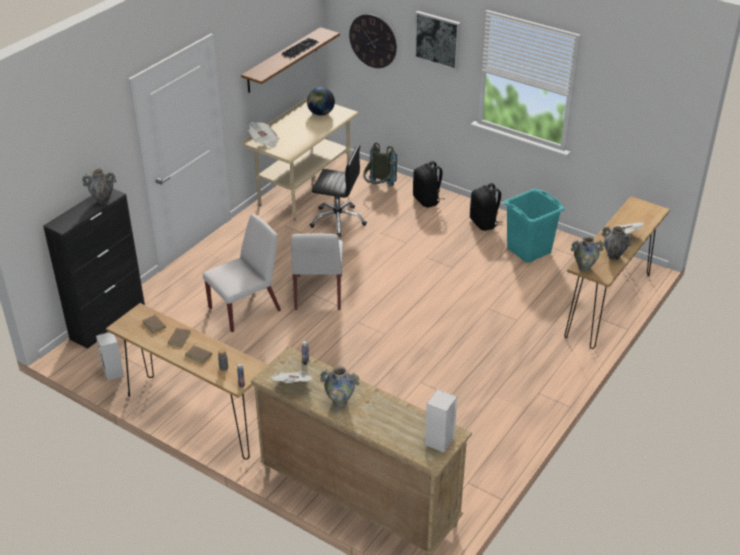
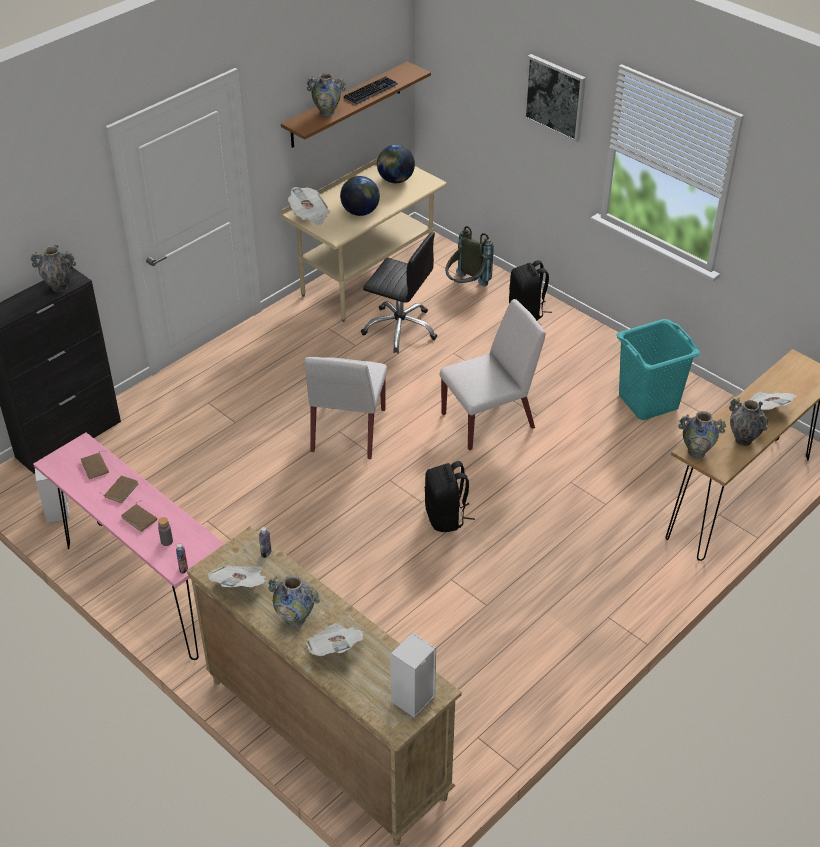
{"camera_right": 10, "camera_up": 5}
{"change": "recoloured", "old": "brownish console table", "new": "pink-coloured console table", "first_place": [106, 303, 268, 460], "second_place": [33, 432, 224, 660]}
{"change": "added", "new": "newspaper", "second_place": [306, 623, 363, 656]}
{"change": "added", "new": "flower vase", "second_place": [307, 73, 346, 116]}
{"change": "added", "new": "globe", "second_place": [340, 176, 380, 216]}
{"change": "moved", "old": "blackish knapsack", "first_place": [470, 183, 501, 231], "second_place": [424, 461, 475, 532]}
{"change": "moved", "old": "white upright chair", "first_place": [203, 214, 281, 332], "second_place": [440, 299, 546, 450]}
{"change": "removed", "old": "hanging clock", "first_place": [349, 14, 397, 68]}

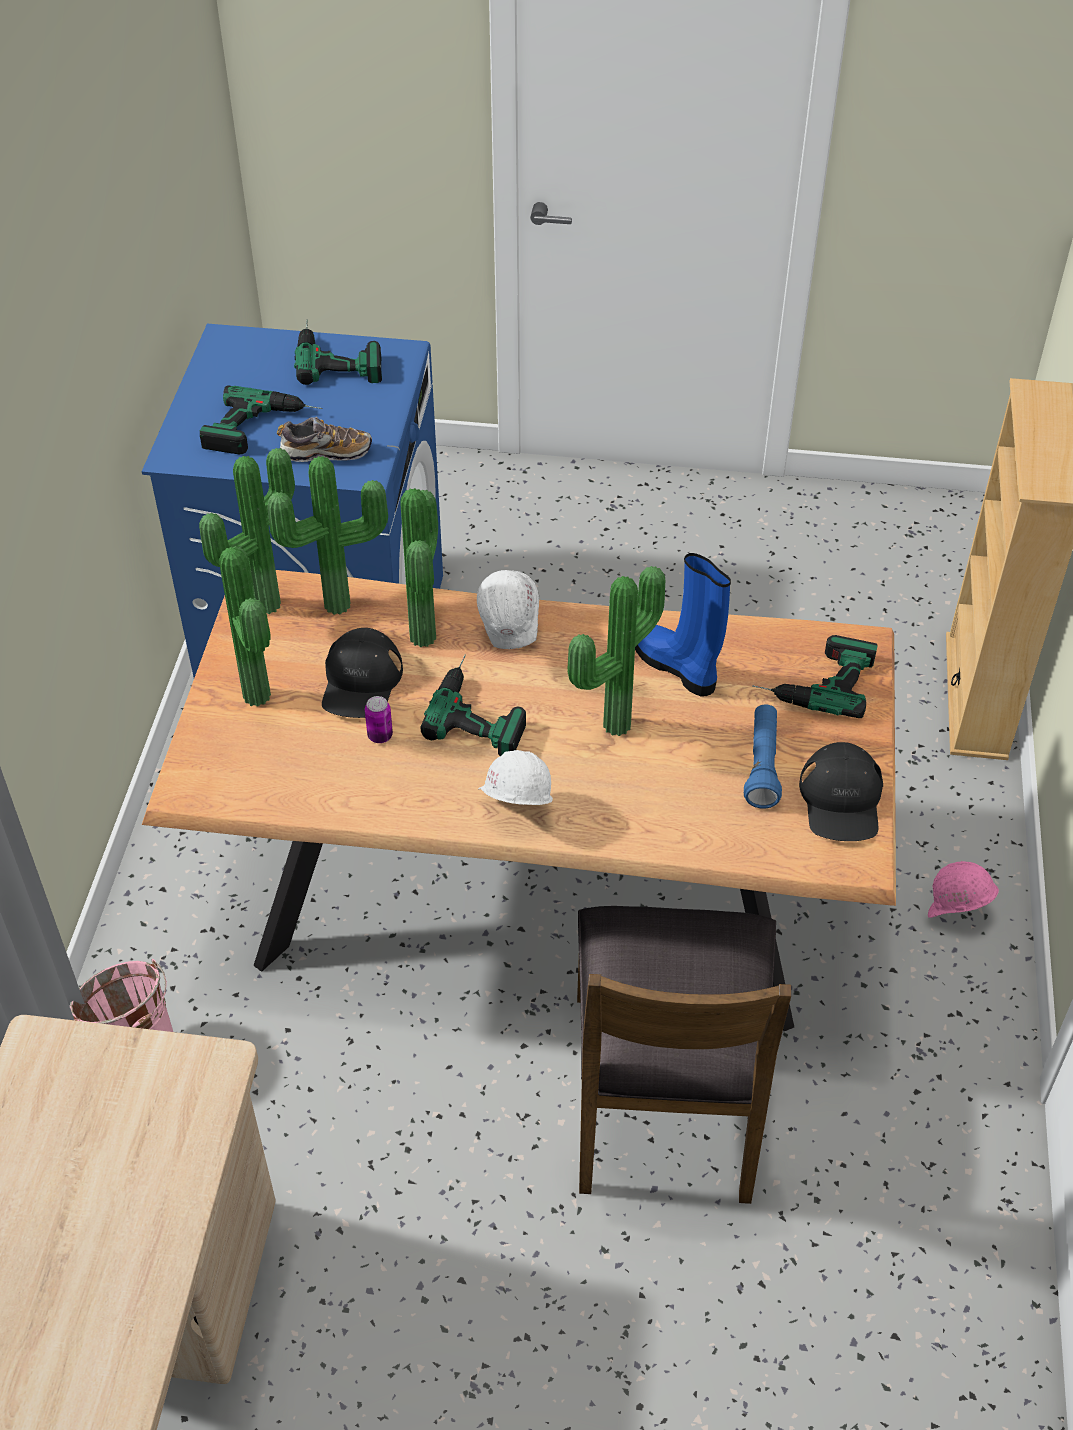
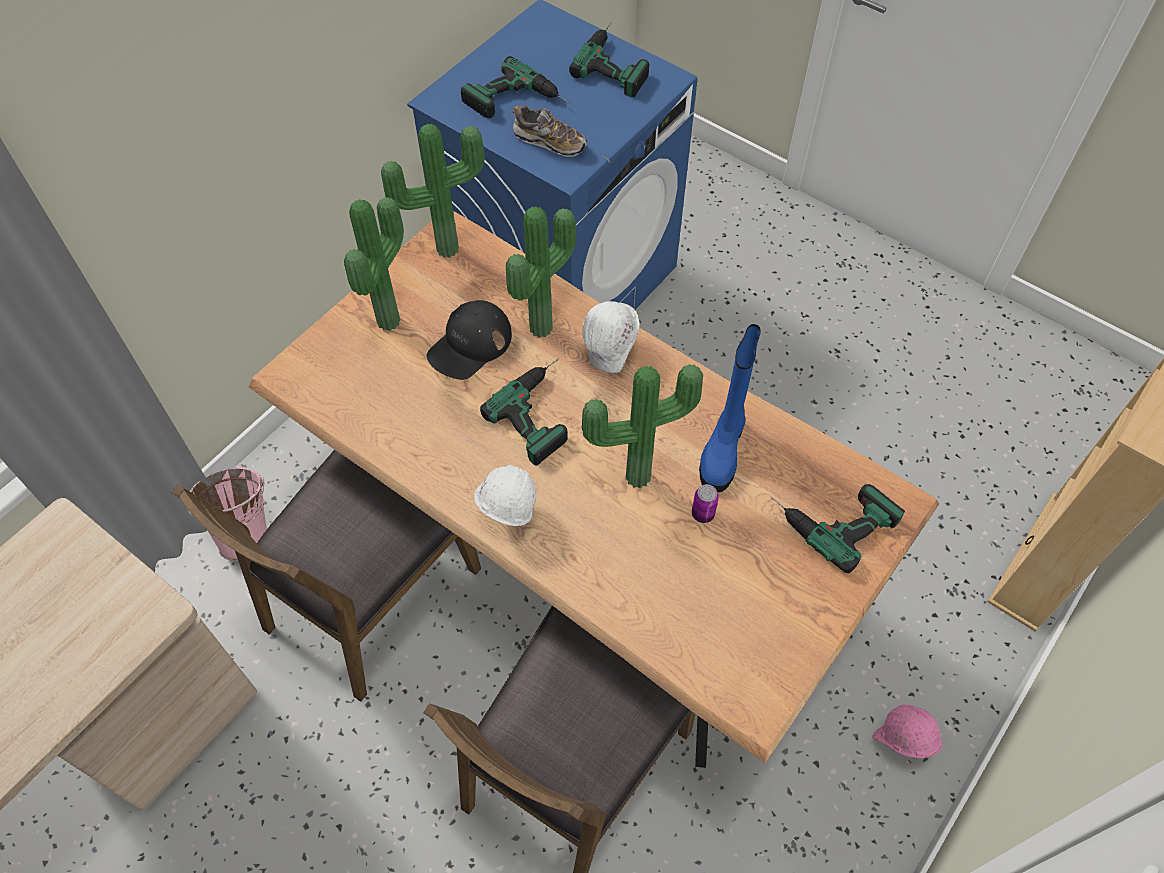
{"camera_right": 30, "camera_up": 10}
{"change": "added", "new": "brownish upright chair", "second_place": [171, 450, 481, 702]}
{"change": "moved", "old": "can", "first_place": [365, 696, 393, 743], "second_place": [692, 484, 719, 523]}
{"change": "turned", "old": "blue-coloured high-top boot", "first_place": [635, 553, 731, 696], "second_place": [699, 324, 761, 492], "degrees": -150}
{"change": "removed", "old": "plant in a pot", "first_place": [267, 456, 388, 615]}
{"change": "removed", "old": "blue-coloured flashlight", "first_place": [744, 705, 782, 809]}
{"change": "removed", "old": "blackish cap", "first_place": [799, 742, 883, 841]}

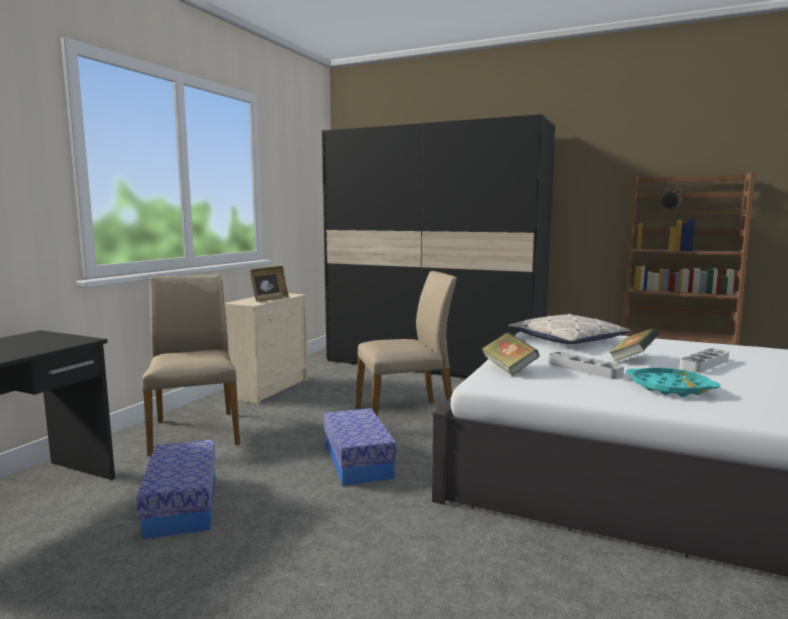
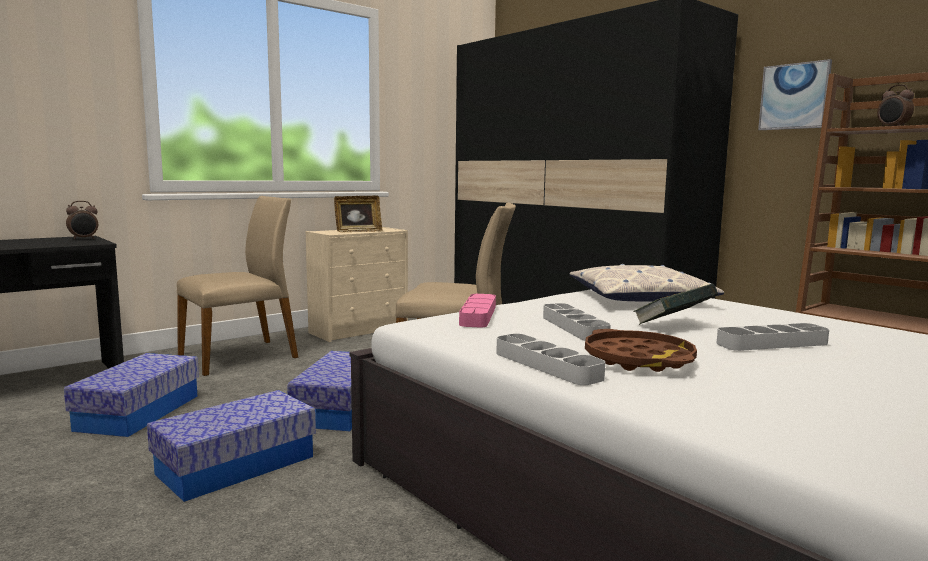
{"camera_right": 25, "camera_up": 0}
{"change": "added", "new": "alarm clock", "second_place": [66, 201, 98, 240]}
{"change": "added", "new": "storage bin", "second_place": [147, 390, 316, 502]}
{"change": "turned", "old": "beige upright chair", "first_place": [142, 274, 240, 456], "second_place": [177, 196, 298, 376], "degrees": 45}
{"change": "replaced", "old": "bound book", "new": "pink-coloured carrying tray", "first_place": [482, 332, 539, 376], "second_place": [459, 294, 496, 328]}
{"change": "added", "new": "grey carrying tray", "second_place": [496, 334, 605, 385]}
{"change": "recoloured", "old": "turquoise-coloured carrying tray", "new": "brownish carrying tray", "first_place": [626, 368, 721, 397], "second_place": [585, 329, 697, 372]}
{"change": "added", "new": "picture", "second_place": [758, 59, 832, 130]}

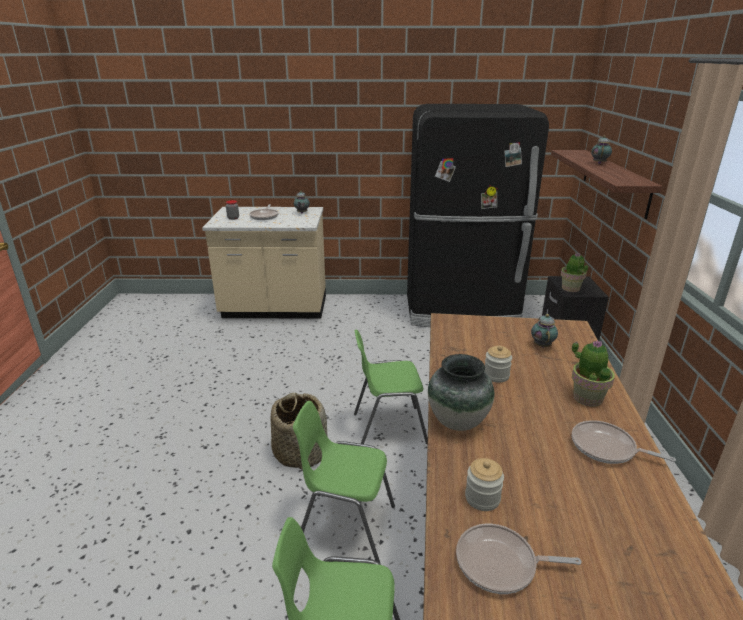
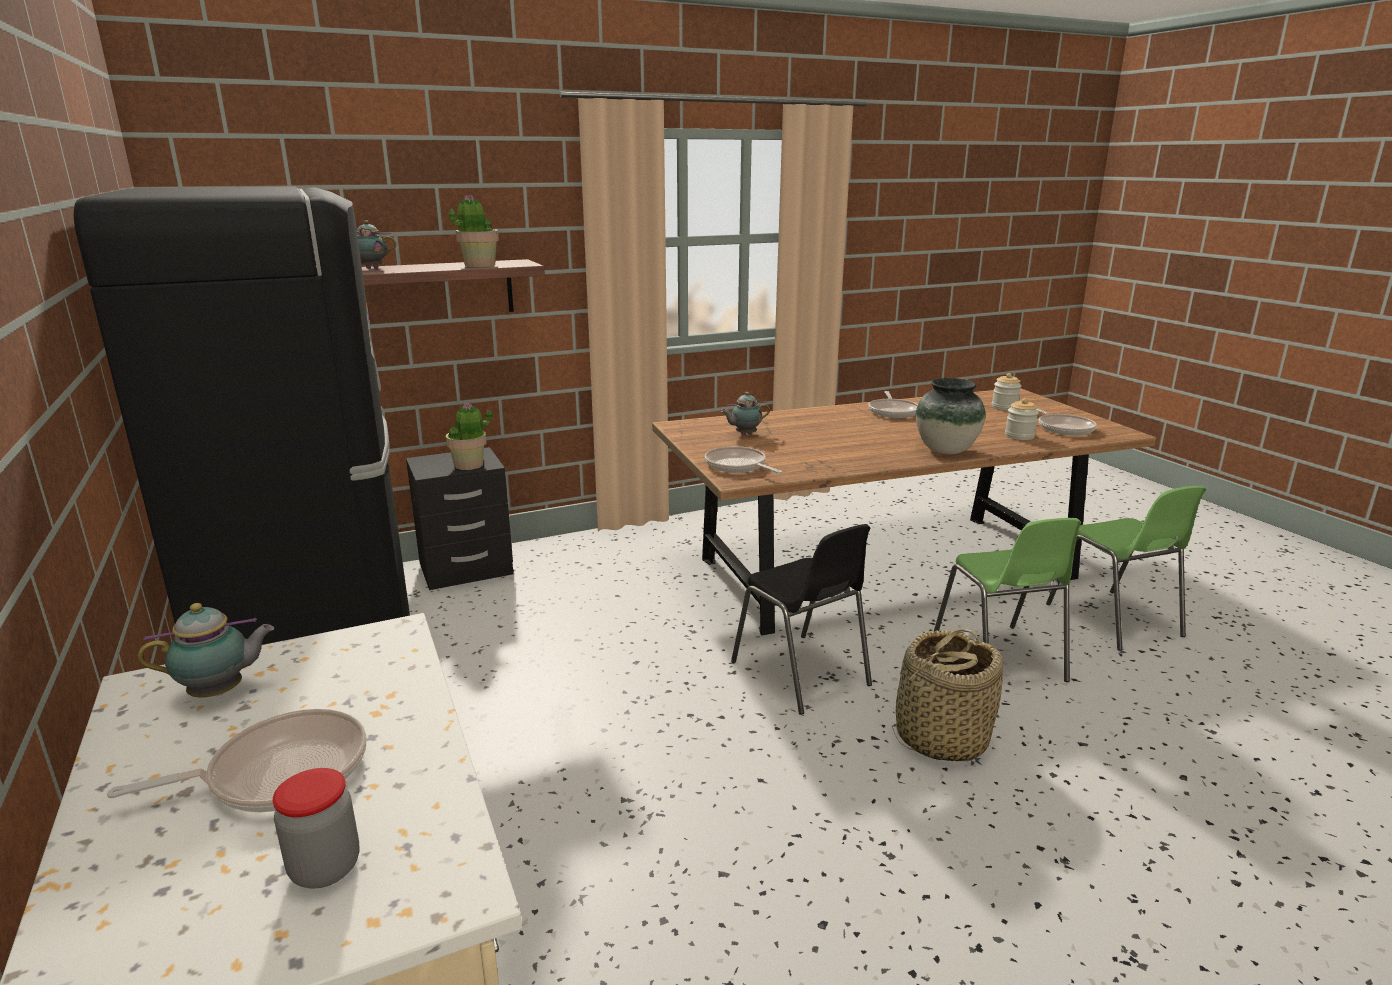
{"camera_right": -115, "camera_up": -5}
{"change": "moved", "old": "plant in a pot", "first_place": [572, 340, 615, 406], "second_place": [449, 194, 499, 267]}
{"change": "added", "new": "frying pan", "second_place": [705, 446, 782, 473]}
{"change": "recoloured", "old": "green upright chair", "new": "blackish upright chair", "first_place": [354, 329, 428, 444], "second_place": [731, 524, 872, 715]}
{"change": "moved", "old": "preserve jar", "first_place": [484, 346, 512, 383], "second_place": [992, 373, 1021, 411]}

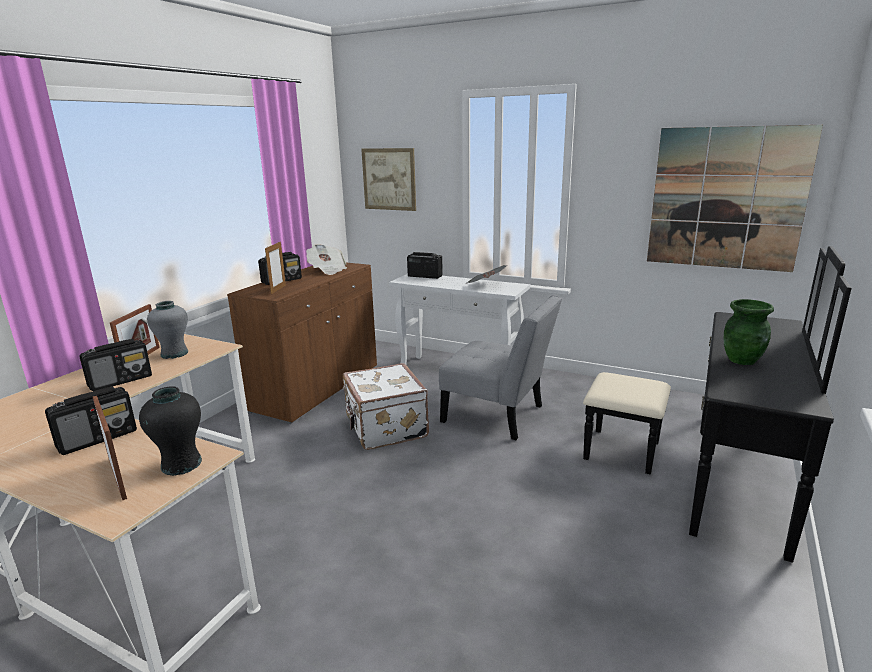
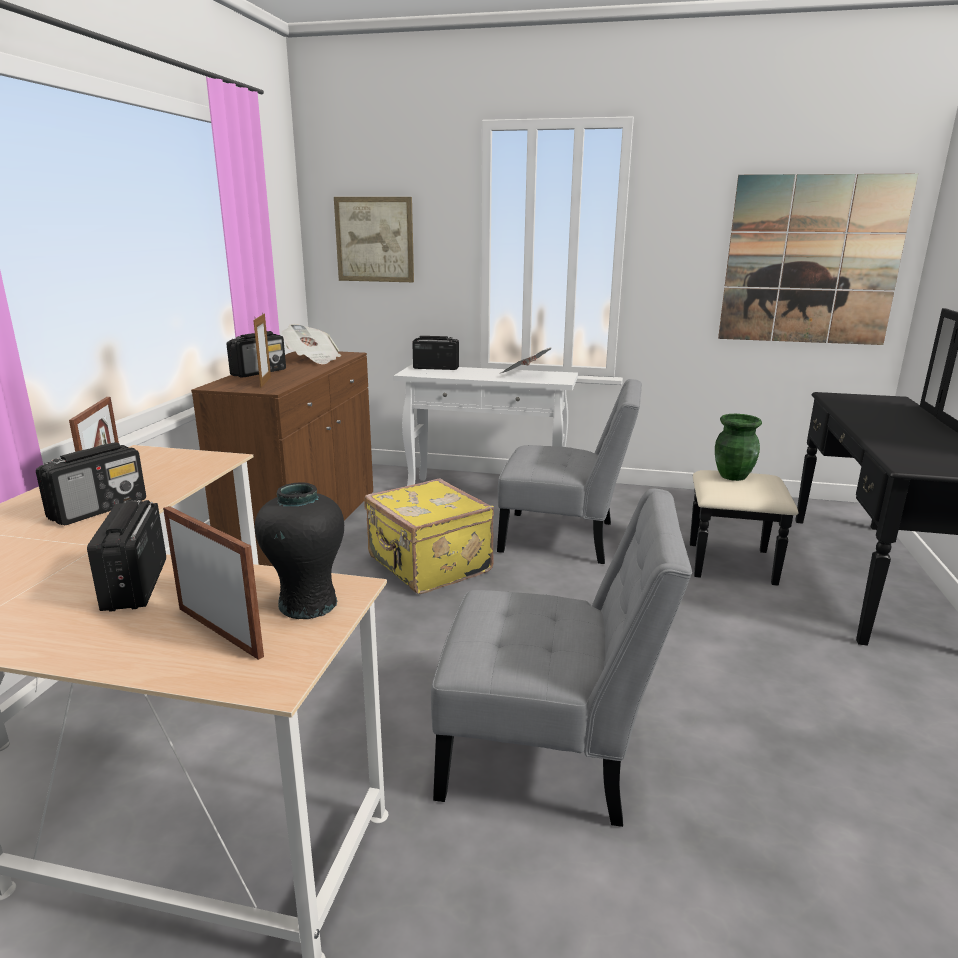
{"camera_right": -15, "camera_up": 0}
{"change": "turned", "old": "radio set", "first_place": [45, 386, 137, 455], "second_place": [87, 500, 166, 612], "degrees": 135}
{"change": "recoloured", "old": "white piece of luggage", "new": "yellow piece of luggage", "first_place": [342, 363, 429, 450], "second_place": [364, 478, 494, 594]}
{"change": "added", "new": "grey upright chair", "second_place": [431, 488, 692, 827]}
{"change": "moved", "old": "green flower vase", "first_place": [724, 299, 774, 365], "second_place": [715, 414, 762, 481]}
{"change": "removed", "old": "grey flower vase", "first_place": [147, 301, 188, 359]}

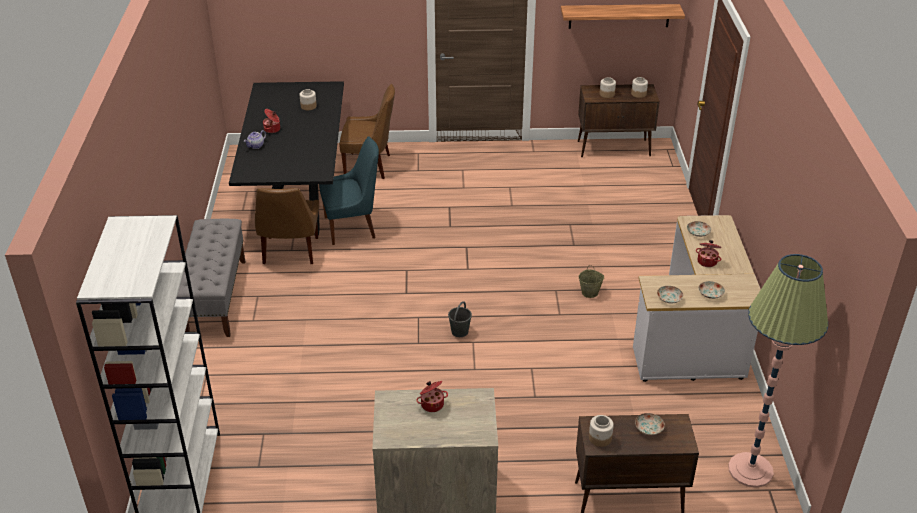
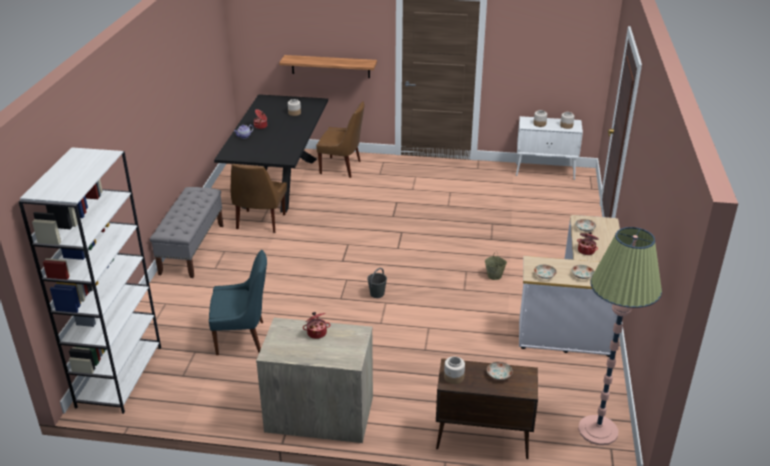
{"camera_right": 10, "camera_up": -5}
{"change": "moved", "old": "blue-coloured upright chair", "first_place": [319, 136, 379, 245], "second_place": [209, 250, 267, 355]}
{"change": "moved", "old": "wall shelf", "first_place": [561, 4, 685, 29], "second_place": [279, 55, 377, 78]}
{"change": "recoloured", "old": "brownish storage cabinet", "new": "white storage cabinet", "first_place": [578, 84, 660, 157], "second_place": [516, 116, 583, 180]}

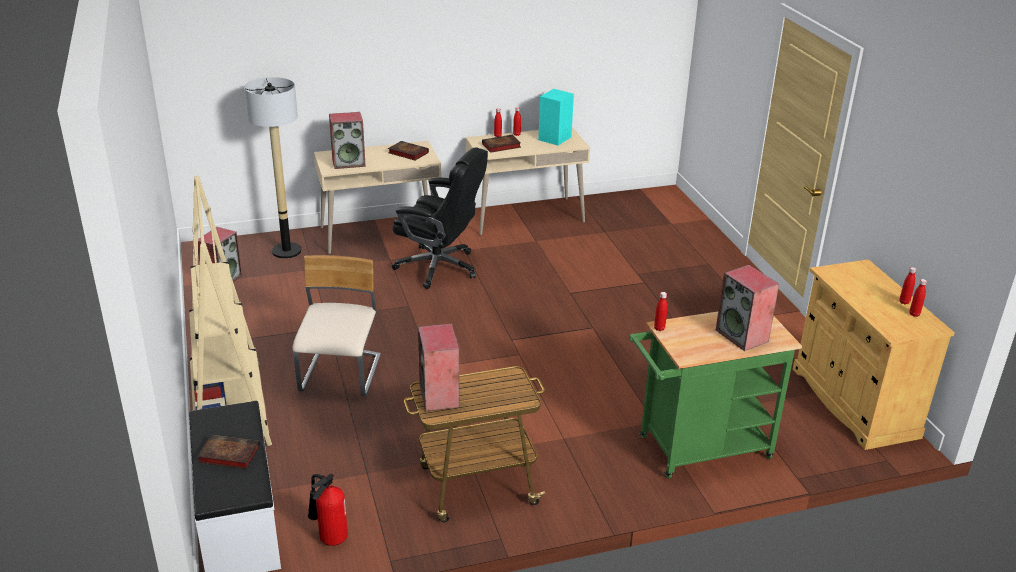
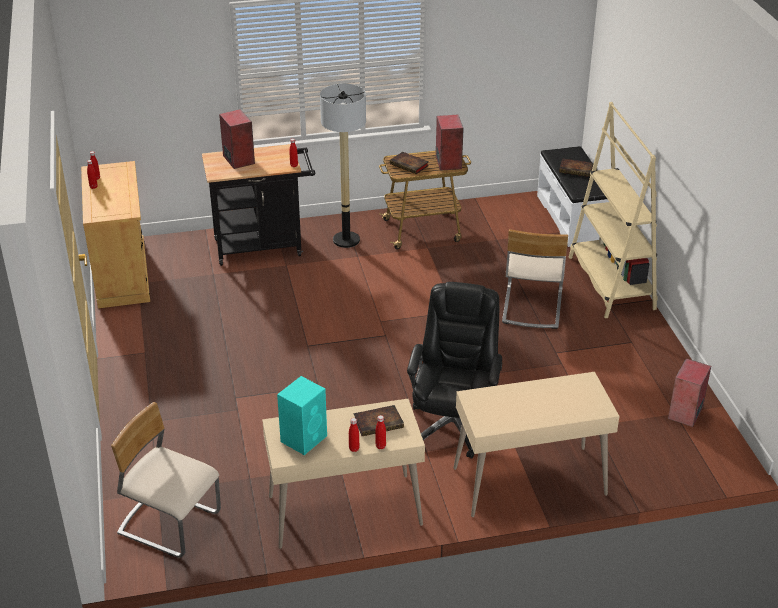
{"camera_right": -175, "camera_up": 5}
{"change": "added", "new": "beige upright chair", "second_place": [111, 402, 221, 558]}
{"change": "recoloured", "old": "green cart", "new": "blackish cart", "first_place": [629, 311, 802, 478], "second_place": [202, 144, 315, 266]}
{"change": "moved", "old": "standing lamp", "first_place": [244, 77, 302, 259], "second_place": [320, 83, 366, 248]}
{"change": "moved", "old": "bound book", "first_place": [388, 141, 429, 160], "second_place": [390, 152, 429, 174]}
{"change": "turned", "old": "blackish computer chair", "first_place": [392, 148, 488, 289], "second_place": [407, 282, 502, 459], "degrees": 75}
{"change": "removed", "old": "fire-fighting cylinder", "first_place": [308, 473, 348, 546]}
{"change": "removed", "old": "audio speaker", "first_place": [329, 112, 366, 169]}

